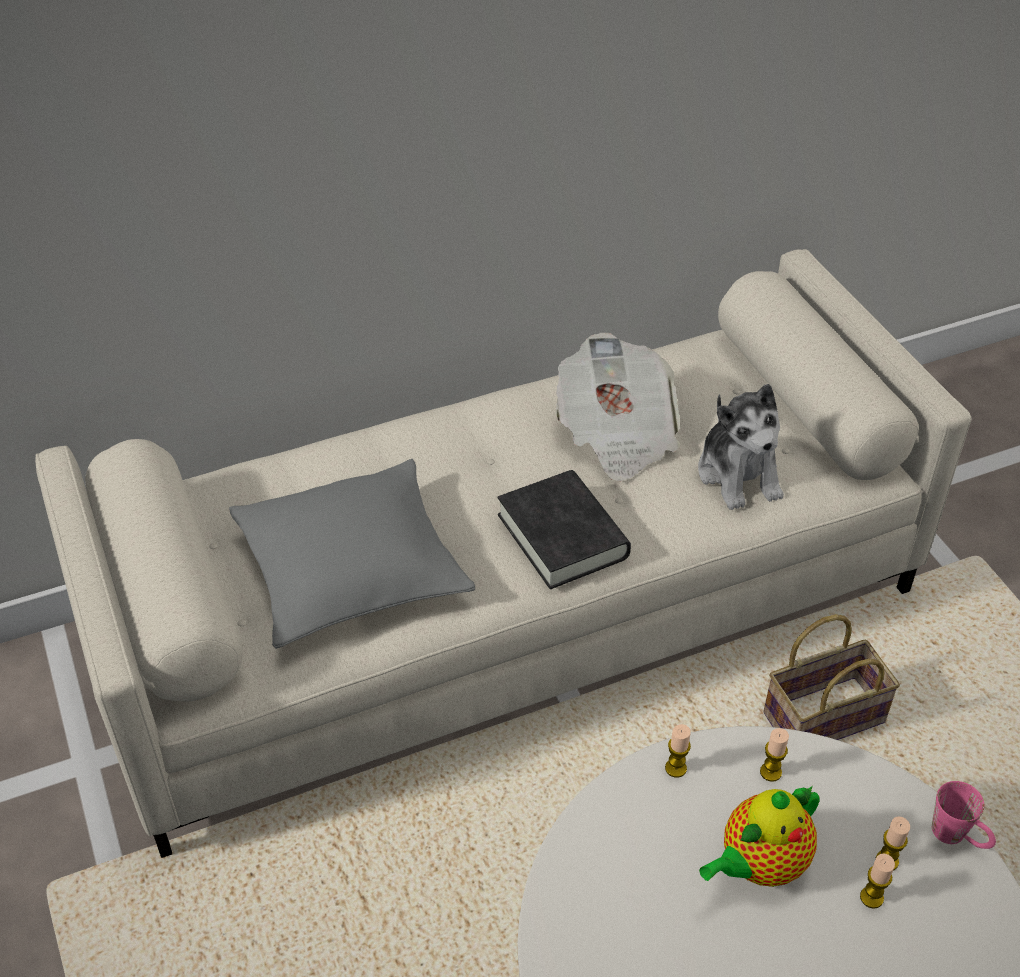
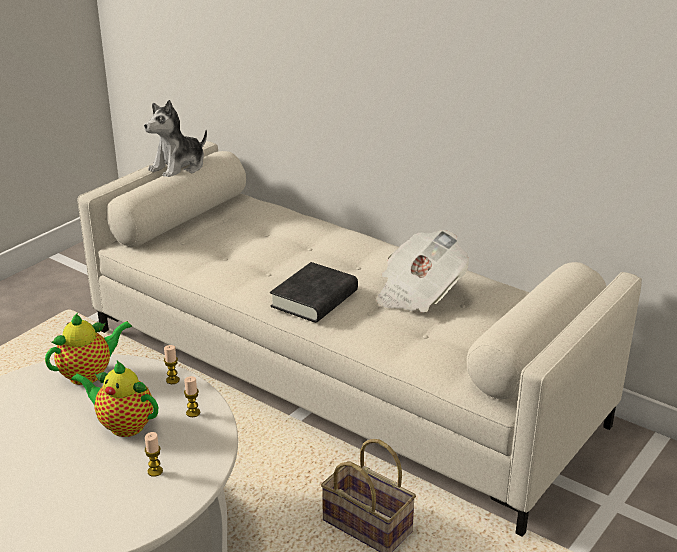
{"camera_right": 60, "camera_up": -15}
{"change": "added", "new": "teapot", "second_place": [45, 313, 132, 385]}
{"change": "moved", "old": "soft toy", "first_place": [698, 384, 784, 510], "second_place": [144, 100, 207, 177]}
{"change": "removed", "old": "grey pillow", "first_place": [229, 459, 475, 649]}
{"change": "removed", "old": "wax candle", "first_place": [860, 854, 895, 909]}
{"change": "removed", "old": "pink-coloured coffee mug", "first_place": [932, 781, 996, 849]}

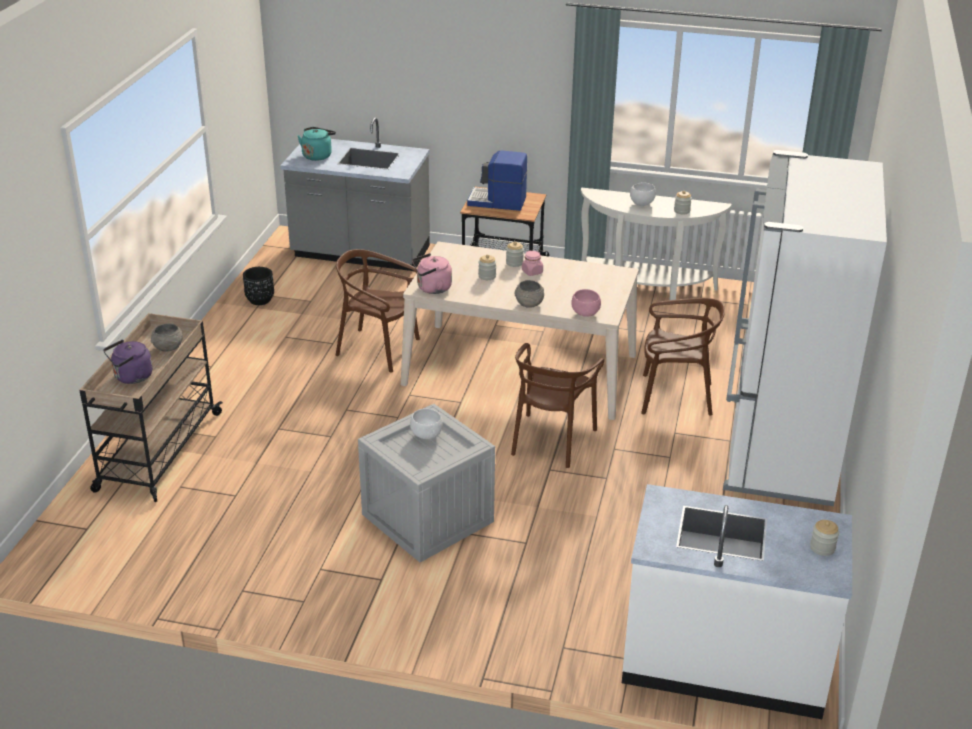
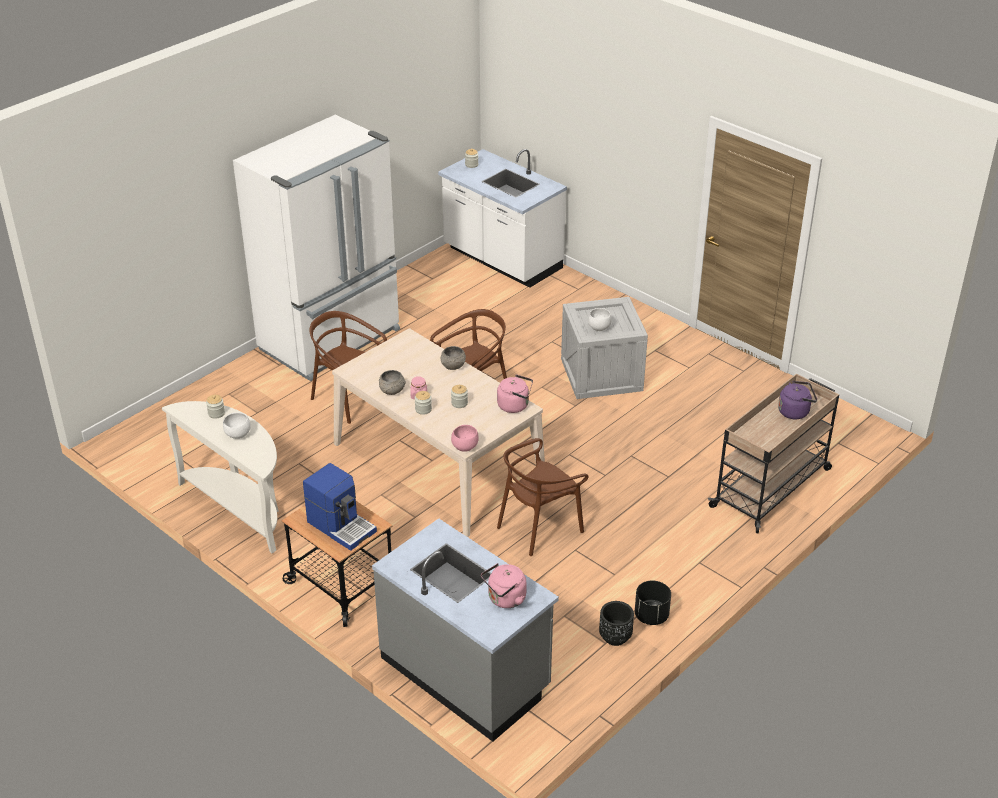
{"camera_right": -150, "camera_up": 5}
{"change": "moved", "old": "grey deep dish", "first_place": [151, 323, 183, 352], "second_place": [379, 370, 406, 395]}
{"change": "moved", "old": "pink-coloured deep dish", "first_place": [571, 289, 601, 317], "second_place": [451, 425, 479, 452]}
{"change": "recoloured", "old": "turquoise-coloured tea kettle", "new": "pink-coloured tea kettle", "first_place": [298, 127, 336, 161], "second_place": [481, 563, 527, 608]}
{"change": "turned", "old": "brownish upright chair", "first_place": [336, 249, 420, 373], "second_place": [497, 438, 589, 556], "degrees": 90}
{"change": "added", "new": "blackish planter", "second_place": [635, 581, 671, 625]}

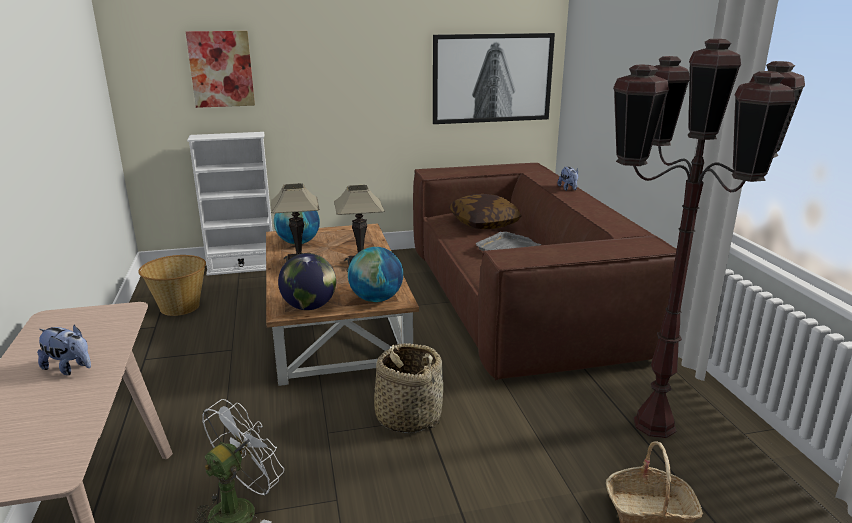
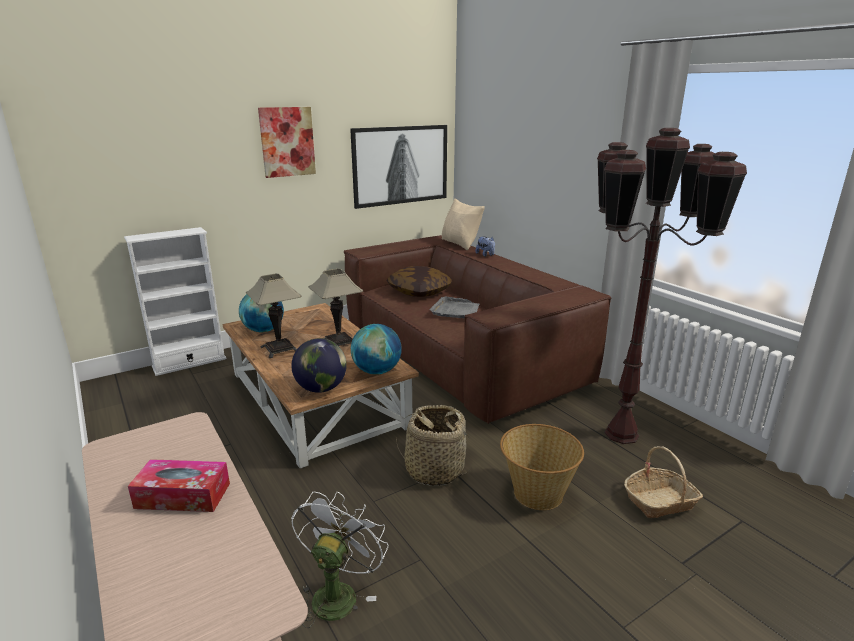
{"camera_right": -20, "camera_up": 0}
{"change": "replaced", "old": "soft toy", "new": "tissue holder", "first_place": [37, 325, 91, 375], "second_place": [128, 459, 230, 512]}
{"change": "moved", "old": "picture", "first_place": [186, 31, 255, 108], "second_place": [258, 107, 316, 178]}
{"change": "added", "new": "beige pillow", "second_place": [442, 198, 485, 250]}
{"change": "moved", "old": "storage basket", "first_place": [138, 255, 206, 316], "second_place": [500, 424, 584, 510]}

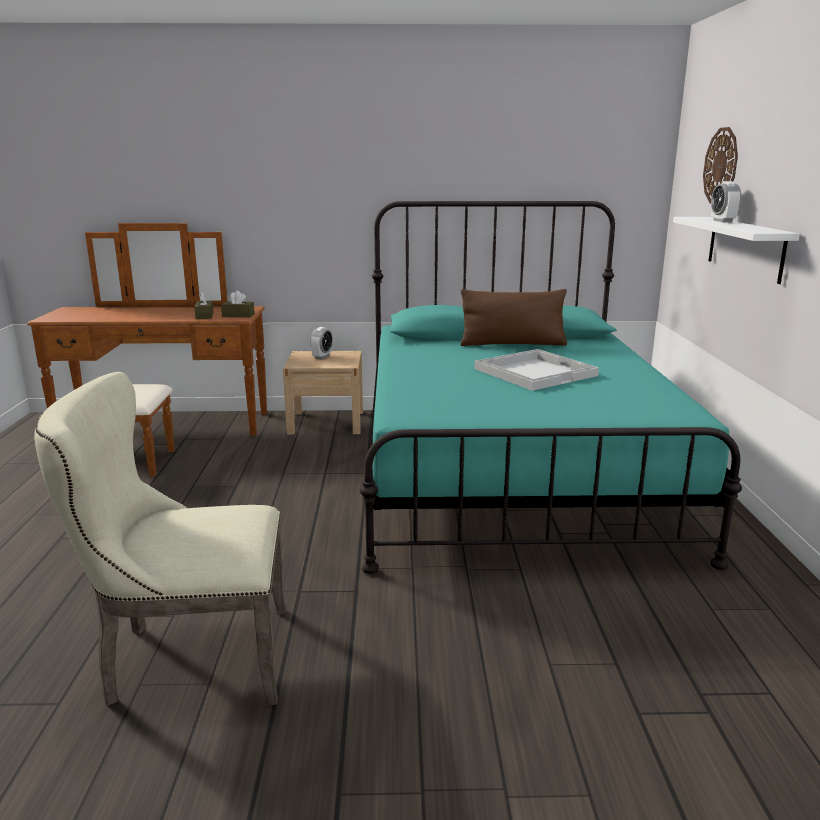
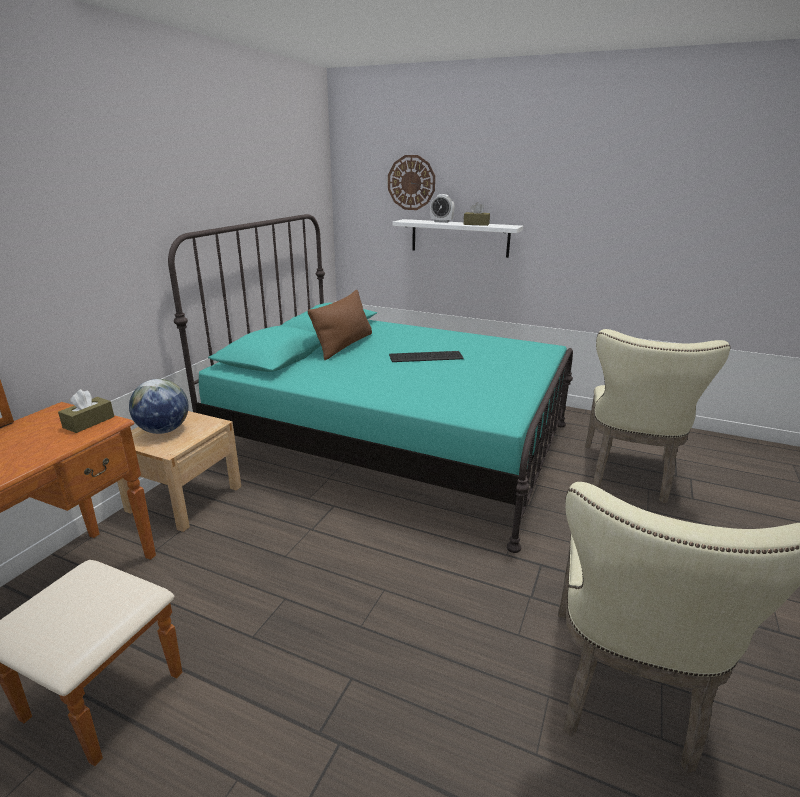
{"camera_right": -65, "camera_up": 5}
{"change": "replaced", "old": "alarm clock", "new": "globe", "first_place": [310, 327, 333, 359], "second_place": [129, 379, 189, 434]}
{"change": "replaced", "old": "white carrying tray", "new": "computer keyboard", "first_place": [474, 349, 599, 391], "second_place": [389, 351, 464, 362]}
{"change": "moved", "old": "brownish tissue holder", "first_place": [194, 291, 214, 319], "second_place": [463, 202, 490, 226]}
{"change": "added", "new": "beige upright chair", "second_place": [585, 329, 731, 503]}

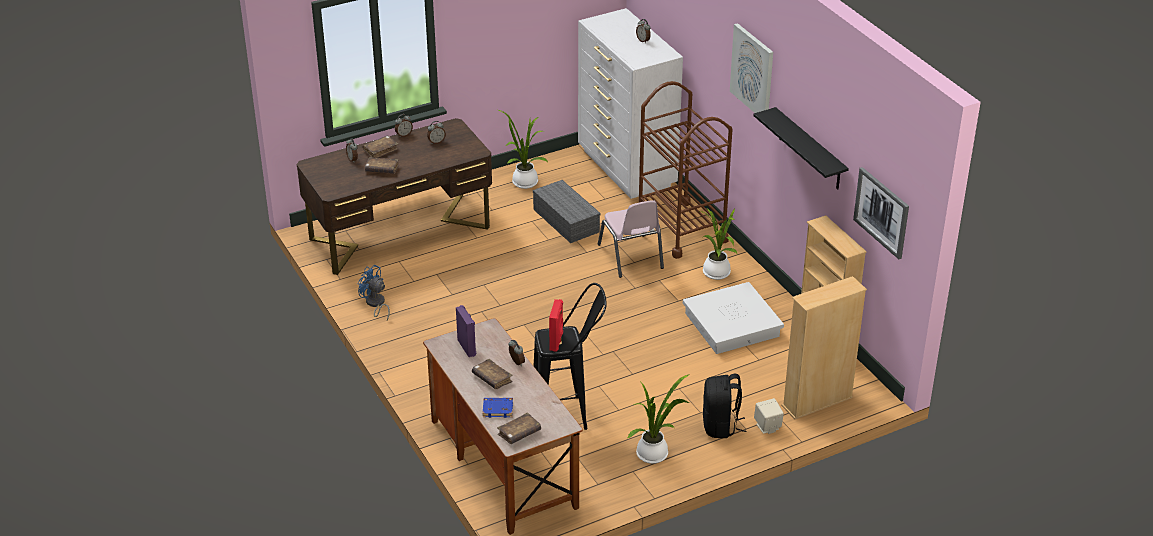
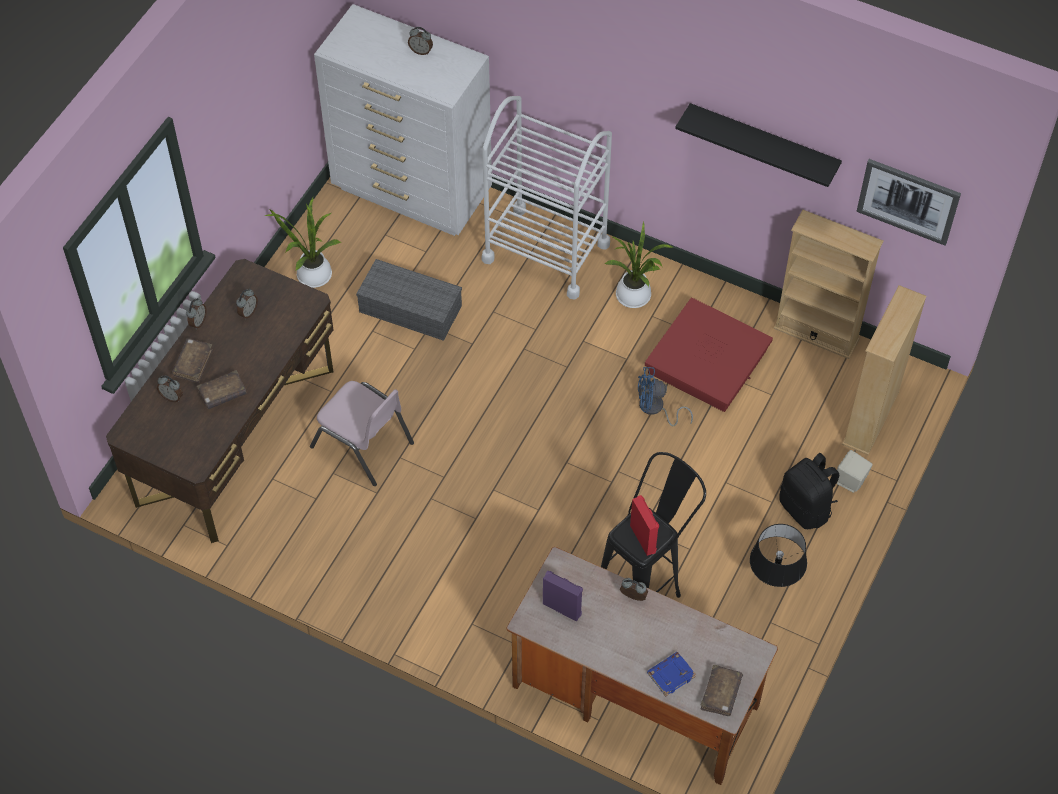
{"camera_right": -35, "camera_up": 20}
{"change": "moved", "old": "pink-coloured upright chair", "first_place": [598, 200, 664, 278], "second_place": [310, 381, 414, 486]}
{"change": "recoloured", "old": "brownish cart", "new": "white cart", "first_place": [639, 81, 732, 259], "second_place": [482, 96, 612, 300]}
{"change": "moved", "old": "blue-coloured cooling fan", "first_place": [358, 265, 390, 320], "second_place": [638, 367, 693, 426]}
{"change": "recoloured", "old": "white storage bin", "new": "reddish storage bin", "first_place": [683, 282, 784, 354], "second_place": [645, 297, 773, 412]}
{"change": "replaced", "old": "plant in a pot", "new": "blackish tabletop lamp", "first_place": [627, 374, 690, 464], "second_place": [750, 524, 807, 587]}
{"change": "removed", "old": "brownish bound book", "first_place": [472, 359, 513, 389]}
{"change": "removed", "old": "picture", "first_place": [730, 23, 773, 113]}

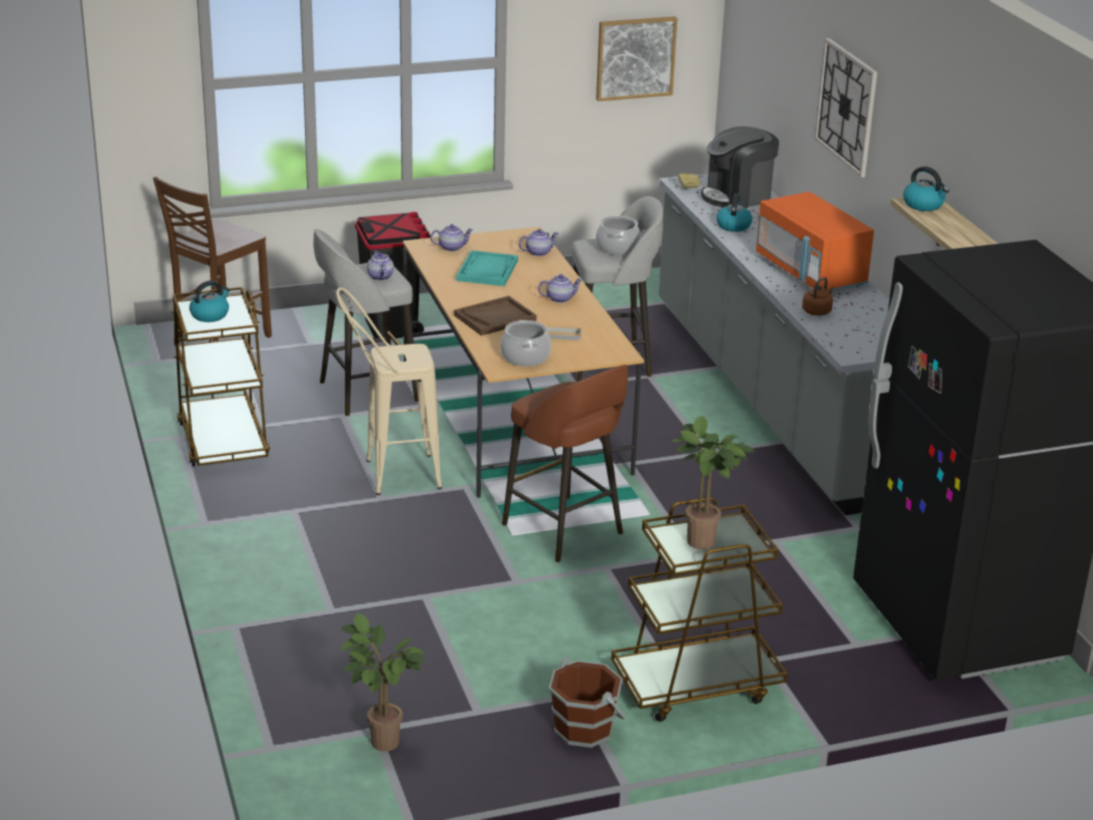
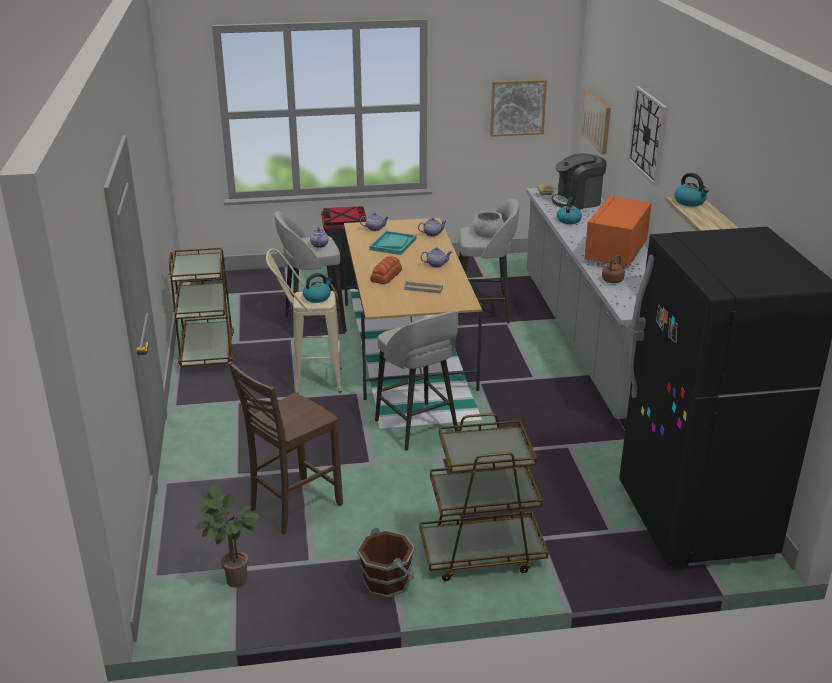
{"camera_right": 10, "camera_up": 0}
{"change": "moved", "old": "brownish upright chair", "first_place": [153, 177, 272, 346], "second_place": [228, 361, 343, 535]}
{"change": "moved", "old": "tea kettle", "first_place": [189, 280, 230, 322], "second_place": [303, 273, 332, 303]}
{"change": "replaced", "old": "brownish carrying tray", "new": "bakery bread", "first_place": [454, 296, 537, 336], "second_place": [370, 256, 402, 284]}
{"change": "recoloured", "old": "brownish stool seat", "new": "grey stool seat", "first_place": [502, 365, 628, 562], "second_place": [375, 311, 459, 451]}
{"change": "added", "new": "picture", "second_place": [581, 89, 611, 154]}
{"change": "turned", "old": "orange microwave", "first_place": [756, 192, 874, 294], "second_place": [584, 196, 652, 268], "degrees": 45}
{"change": "removed", "old": "cooking pot", "first_place": [500, 320, 551, 366]}
{"change": "removed", "old": "plant in a pot", "first_place": [671, 416, 755, 549]}

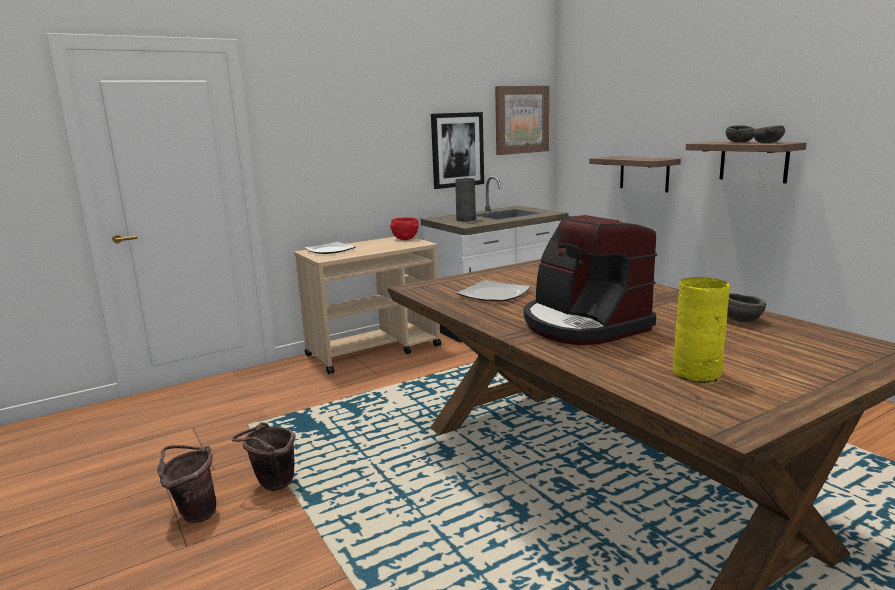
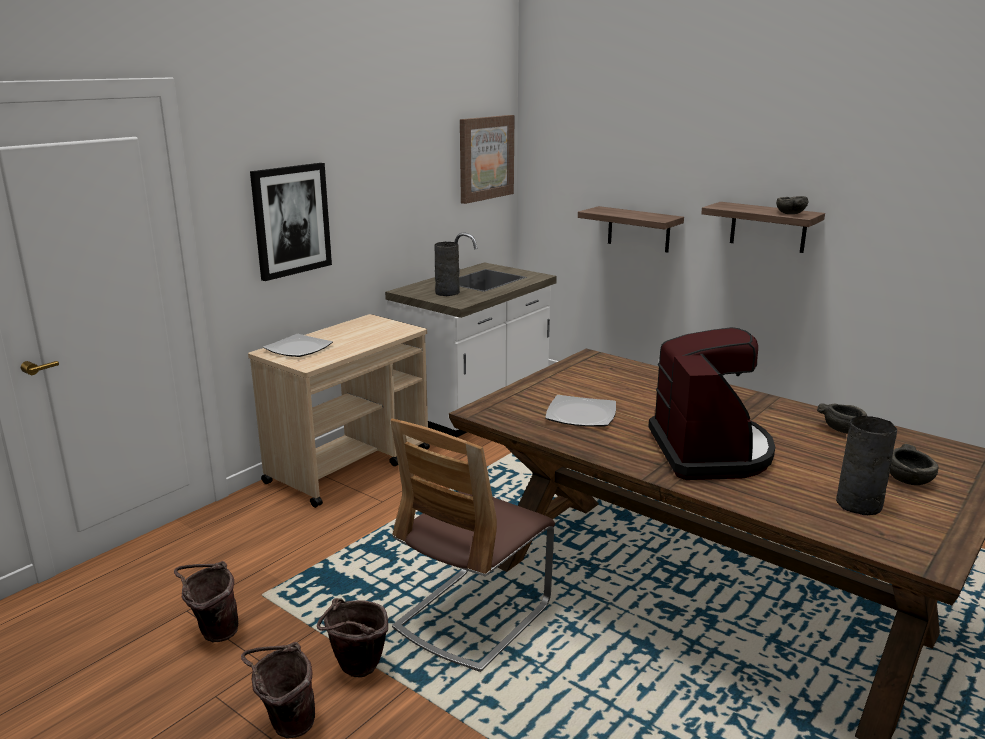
{"camera_right": -20, "camera_up": 5}
{"change": "added", "new": "brownish bucket", "second_place": [174, 561, 238, 642]}
{"change": "moved", "old": "picture", "first_place": [431, 112, 484, 189], "second_place": [250, 163, 332, 281]}
{"change": "added", "new": "upright chair", "second_place": [390, 419, 555, 672]}
{"change": "turned", "old": "coffee maker", "first_place": [524, 215, 657, 345], "second_place": [648, 327, 775, 480], "degrees": -135}
{"change": "recoloured", "old": "yellow flower vase", "new": "grey flower vase", "first_place": [673, 277, 729, 383], "second_place": [836, 416, 897, 515]}
{"change": "moved", "old": "grey deep dish", "first_place": [726, 125, 755, 143], "second_place": [890, 444, 939, 485]}
{"change": "removed", "old": "reddish deep dish", "first_place": [390, 217, 419, 240]}

